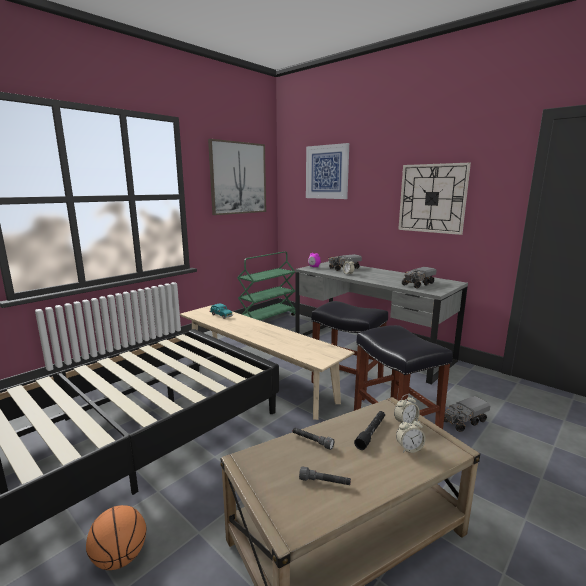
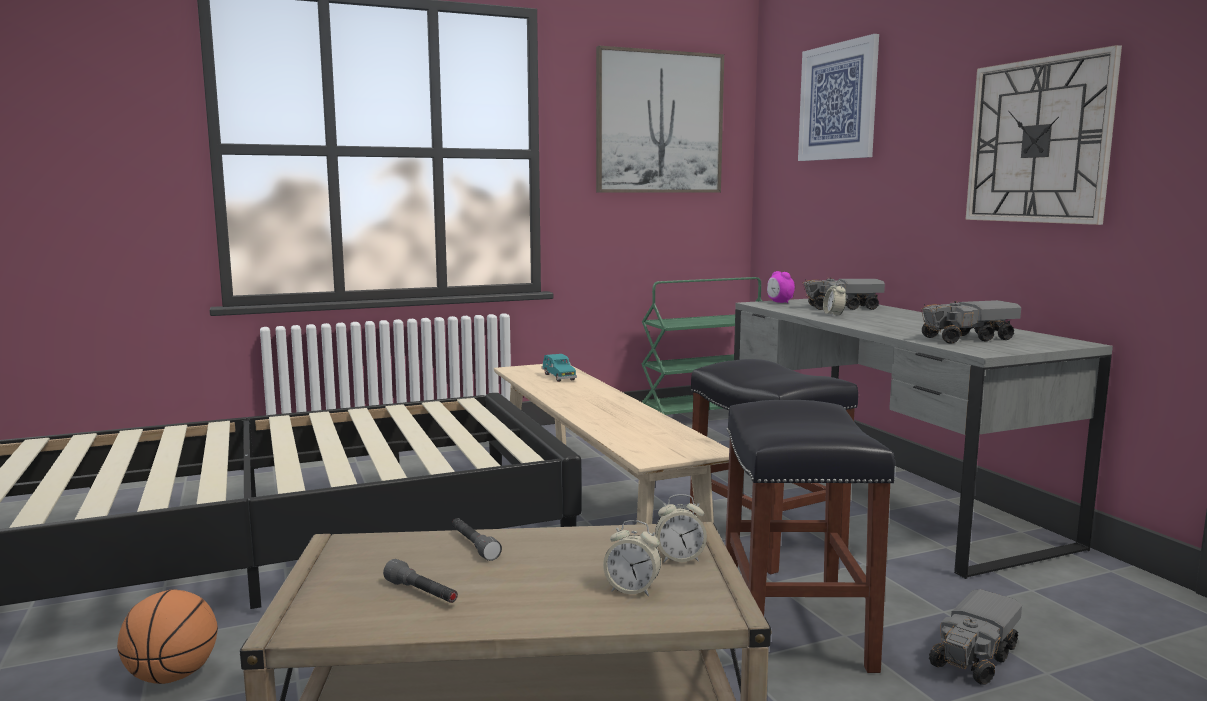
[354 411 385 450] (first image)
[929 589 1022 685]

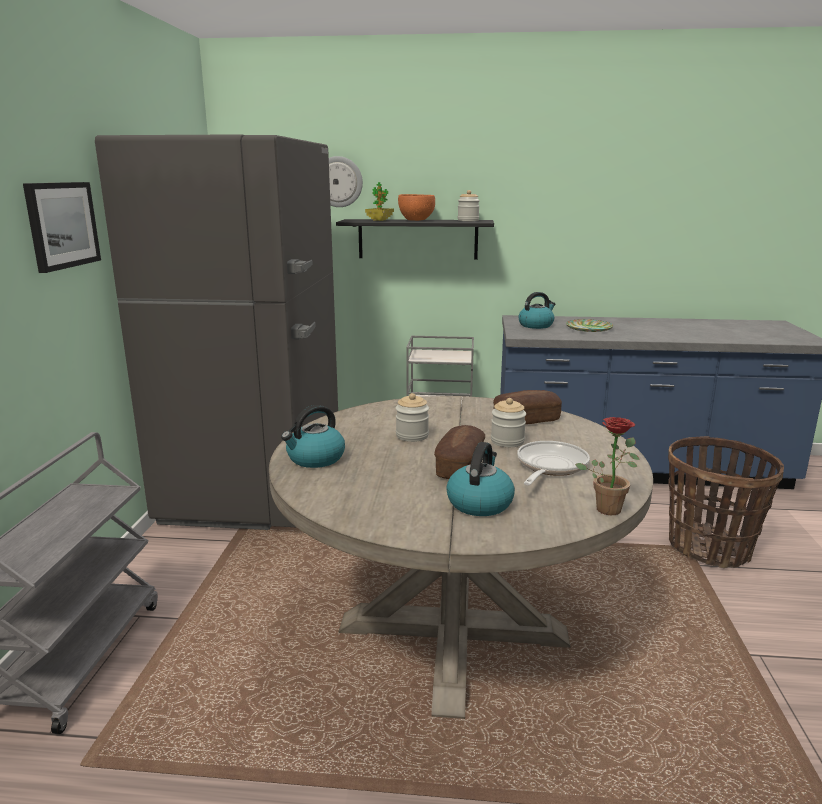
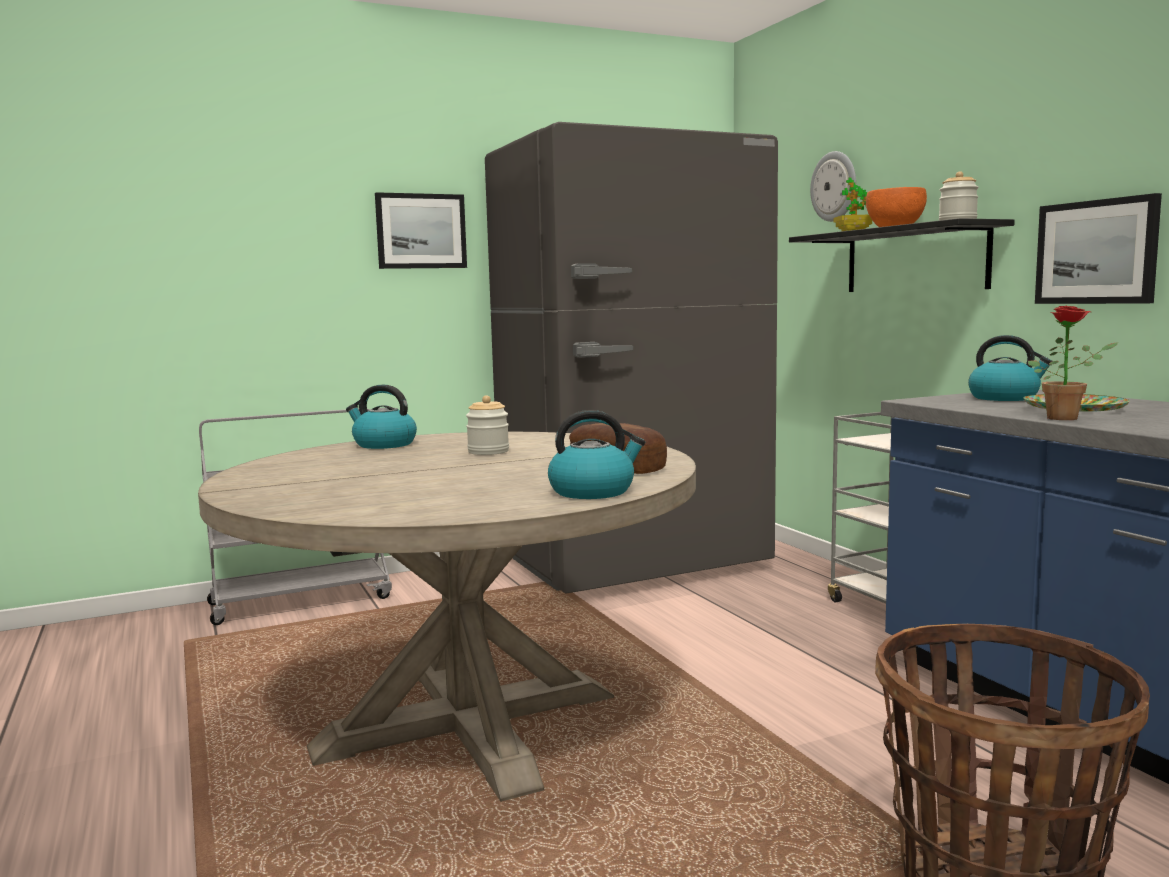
[434 425 485 479] (first image)
[548 410 645 499]
[491 398 526 447] (first image)
[517 441 590 486] (first image)
[1028 305 1118 420]
[1035 193 1162 304]

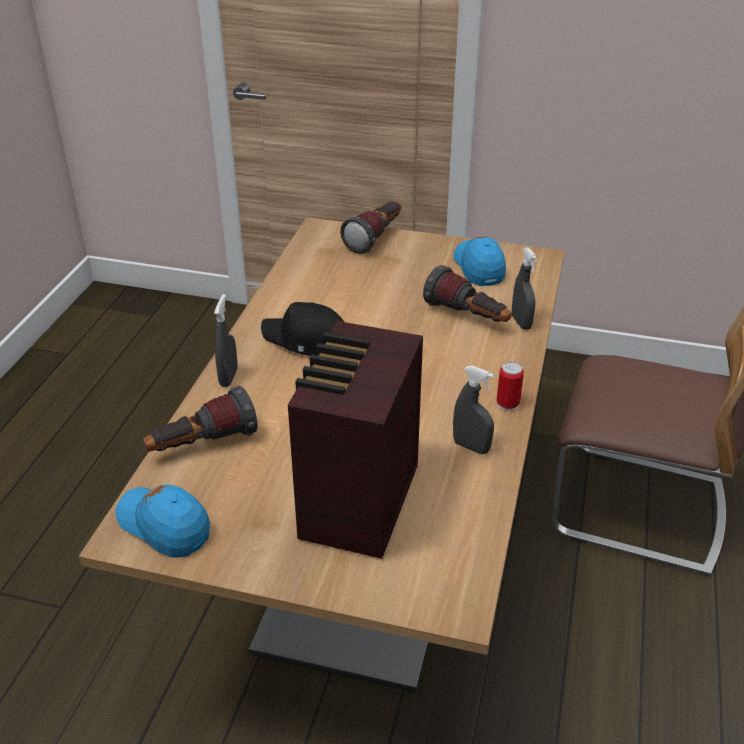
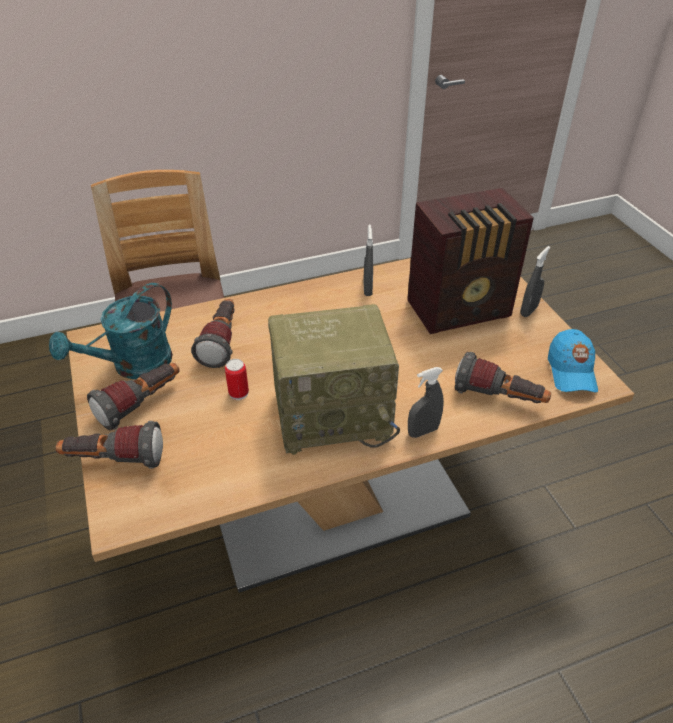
[268 304 400 455]
[49 283 173 379]
[225 359 249 400]
[520 246 550 317]
[87 363 179 431]

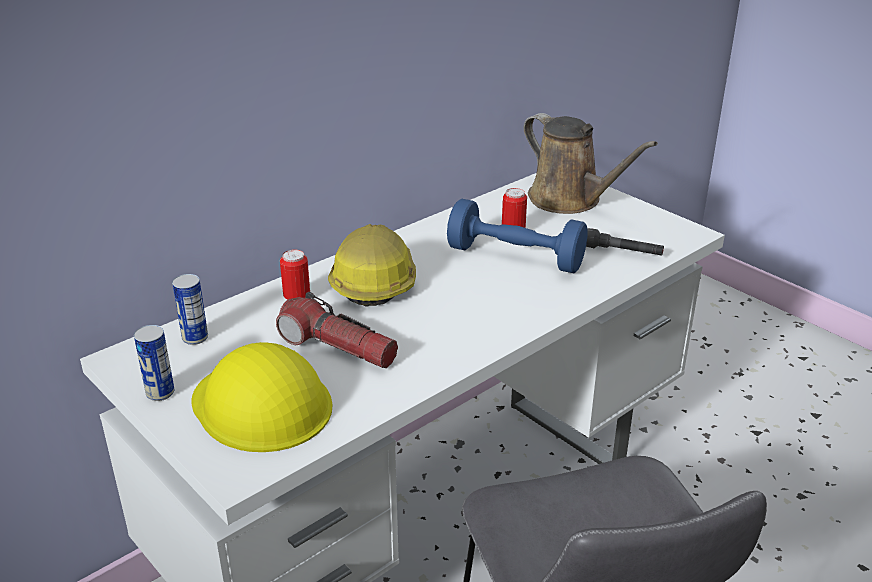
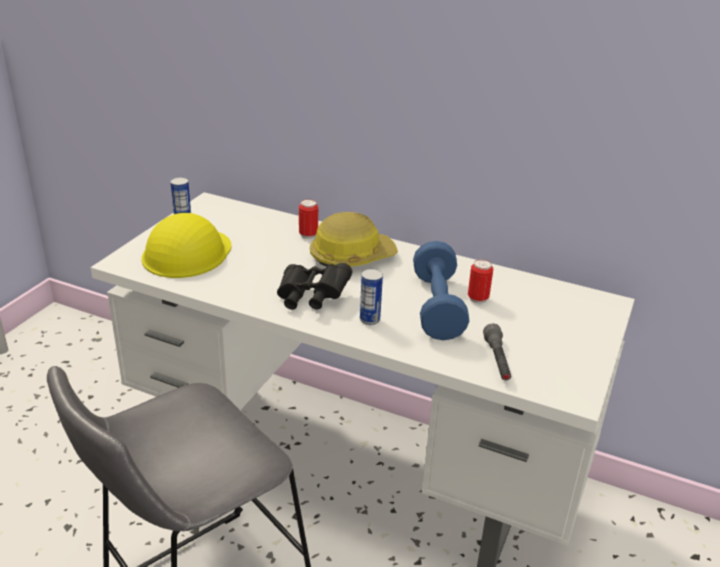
[360 269 383 325]
[276 292 398 368] (first image)
[523 113 658 214] (first image)
[277 263 352 310]

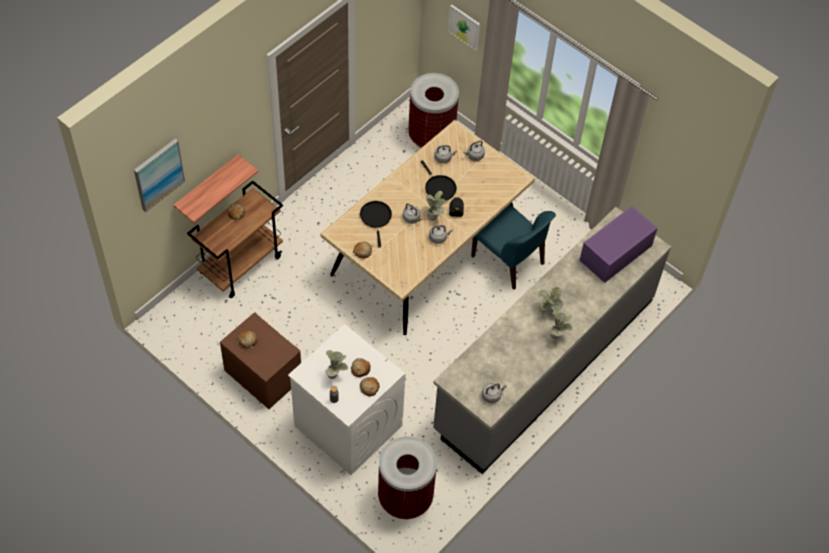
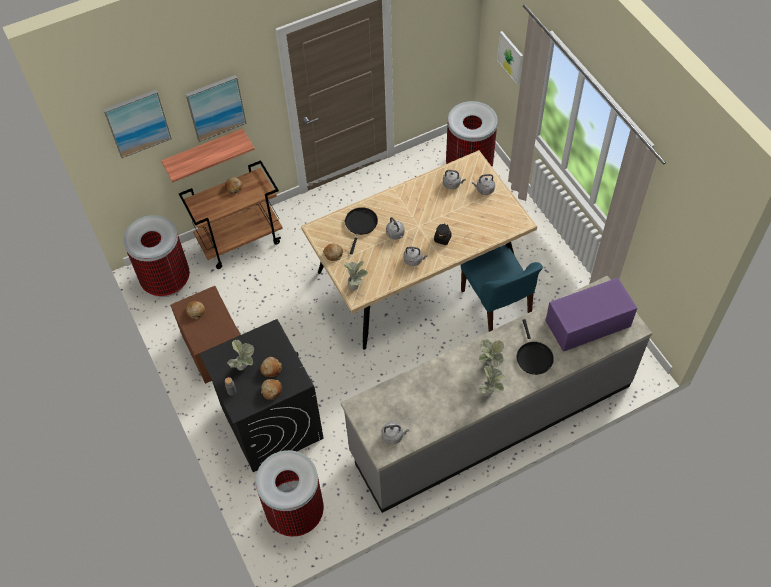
[199 319 324 472]
[517 319 554 375]
[344 261 368 290]
[123 215 190 297]
[186 75 247 142]

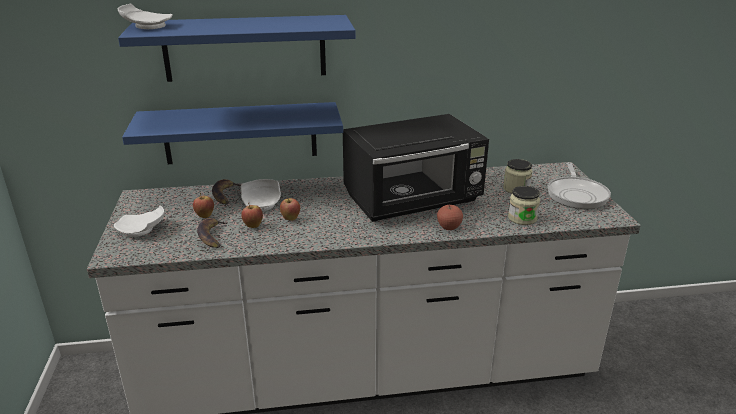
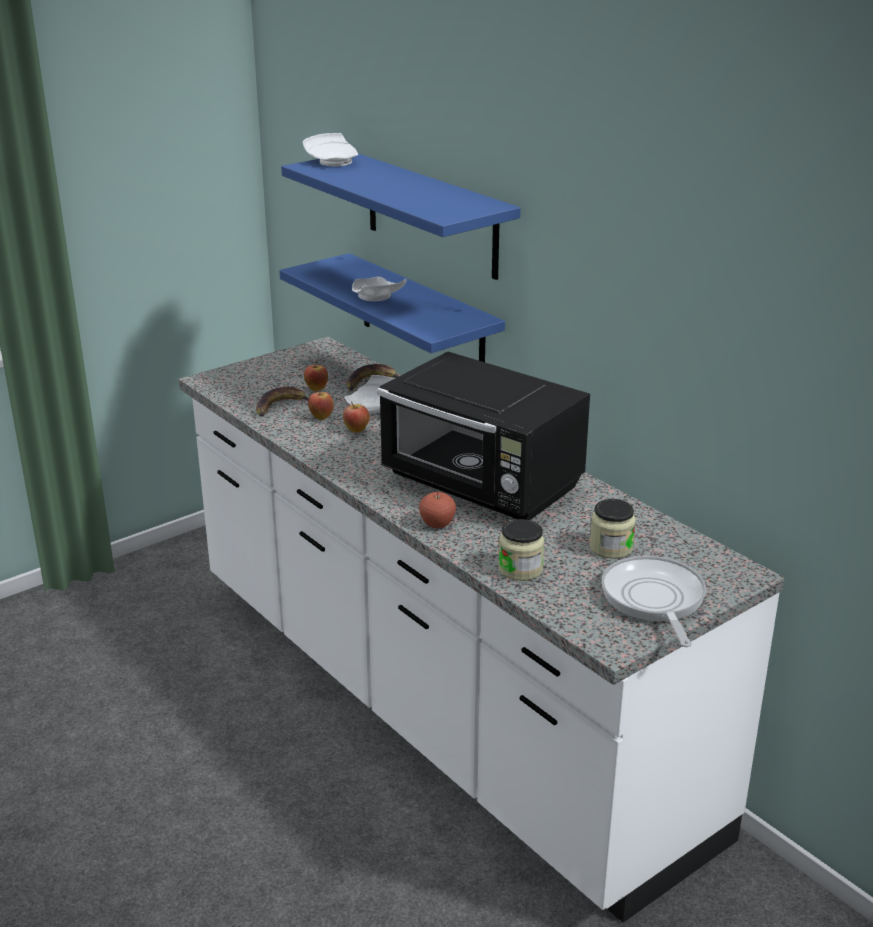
[352 277 407 301]
[602 556 706 647]

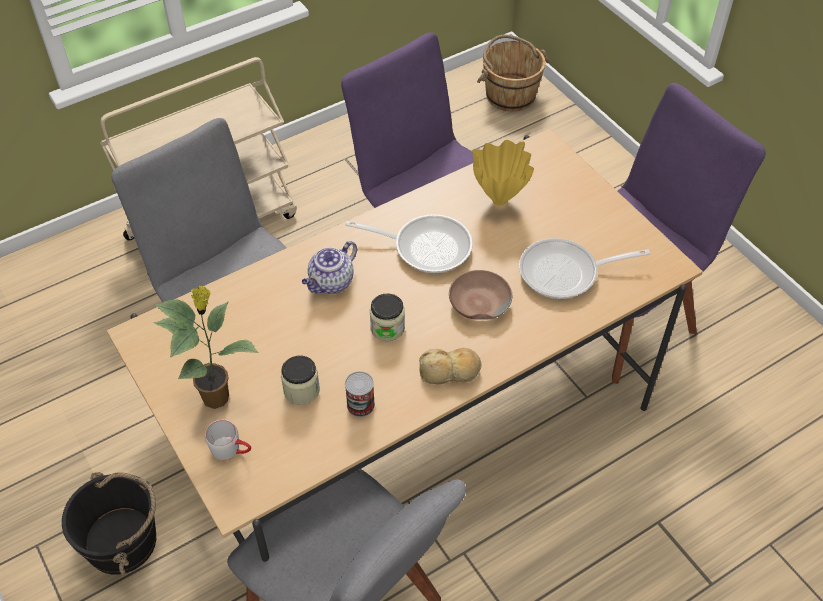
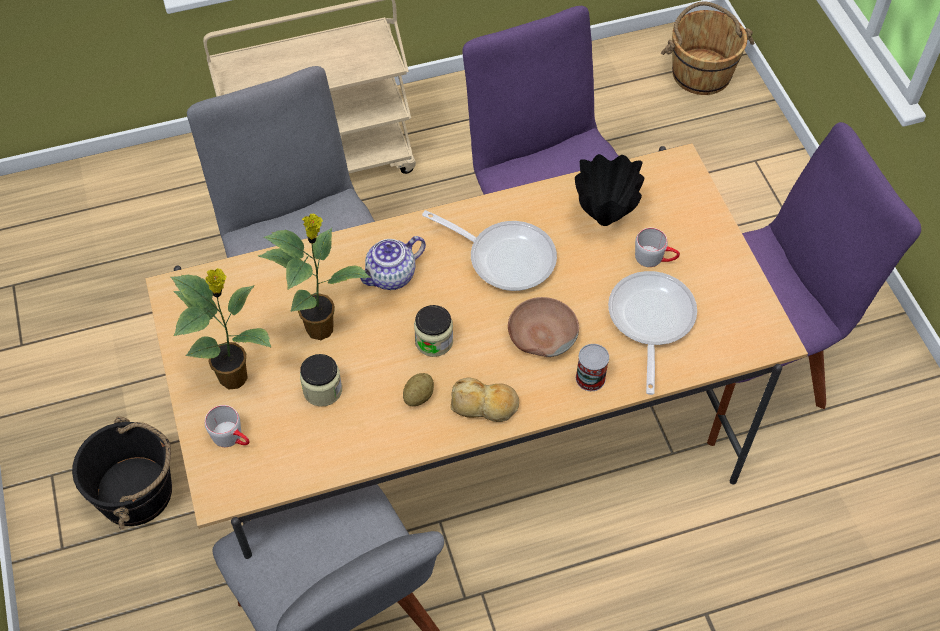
[576 344 609 391]
[575 154 644 226]
[608 271 697 395]
[258 213 371 340]
[403 373 434 406]
[635 228 680 267]

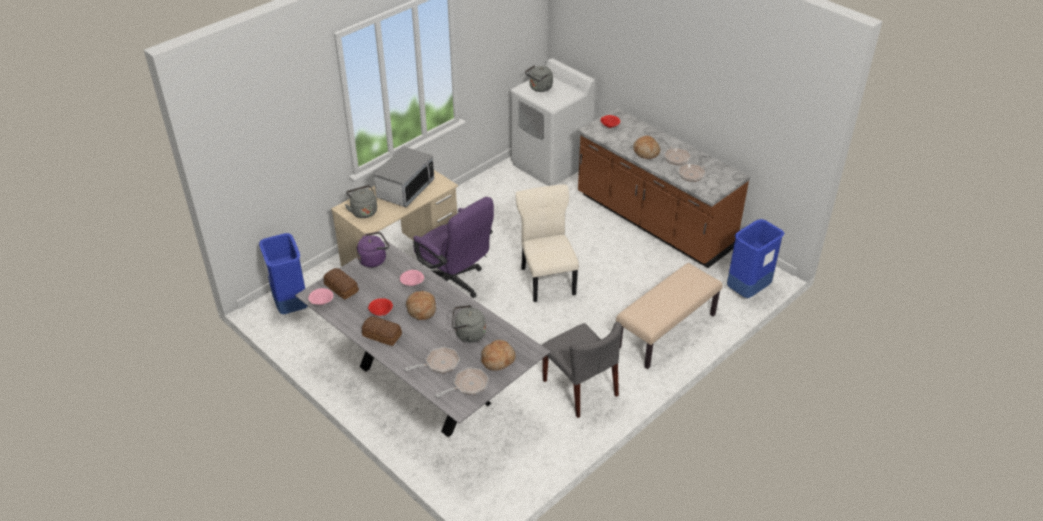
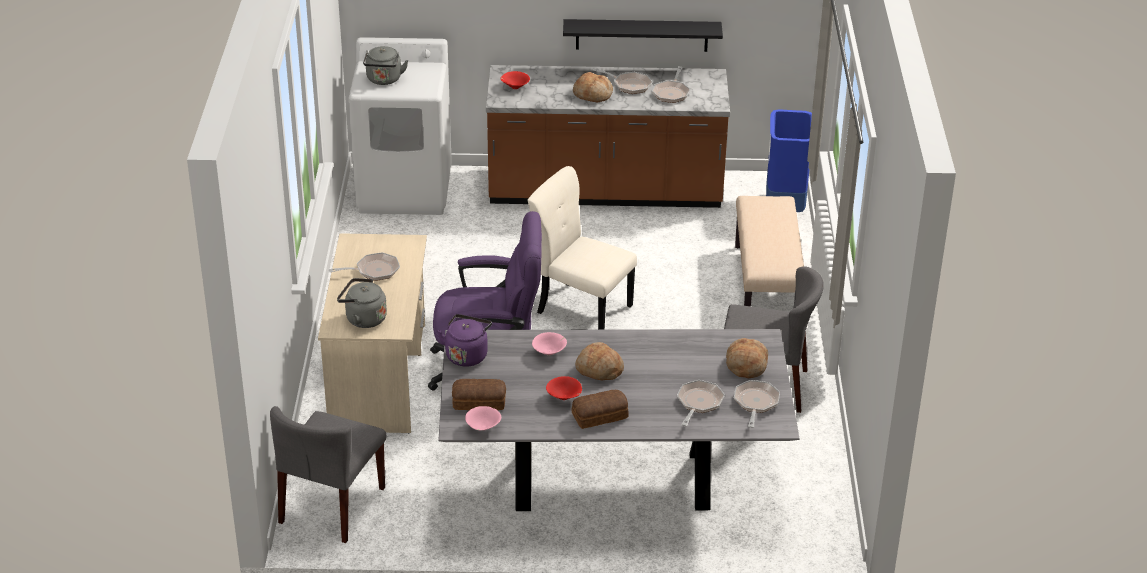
[270 406 386 543]
[329 252 400 281]
[452 305 486 343] (first image)
[563 19 723 52]

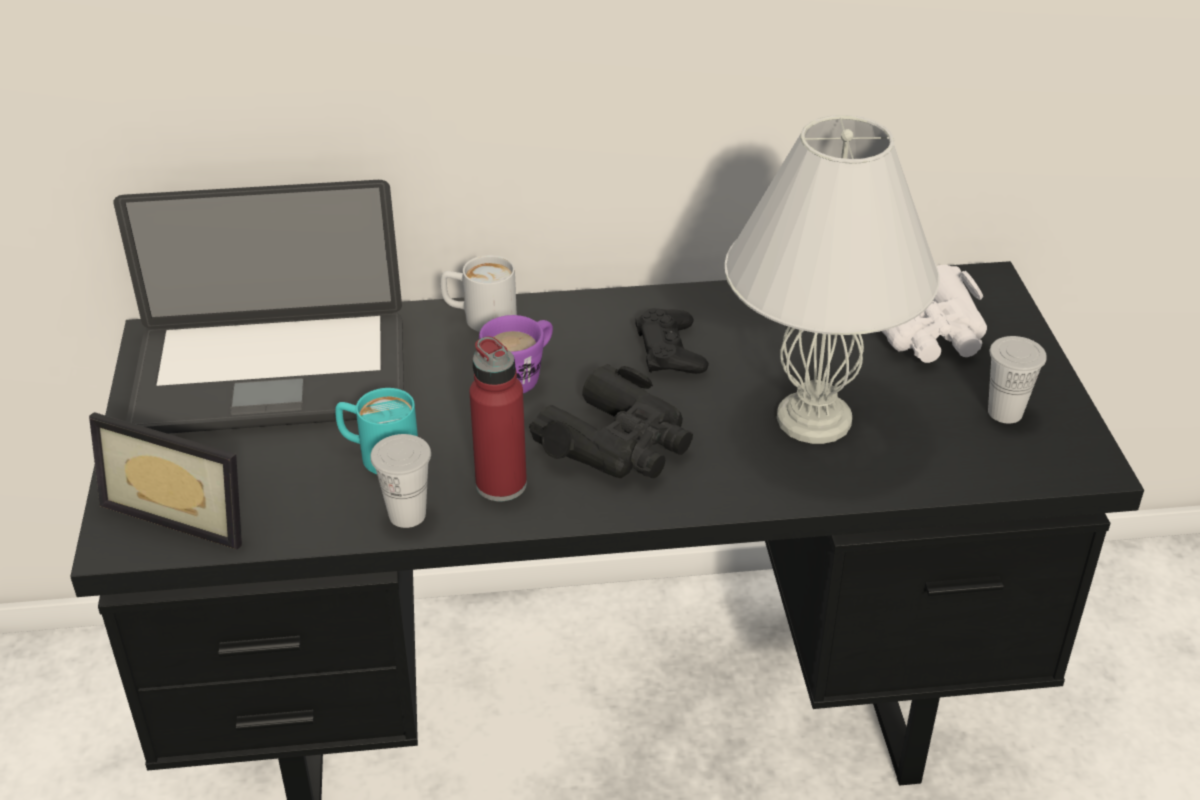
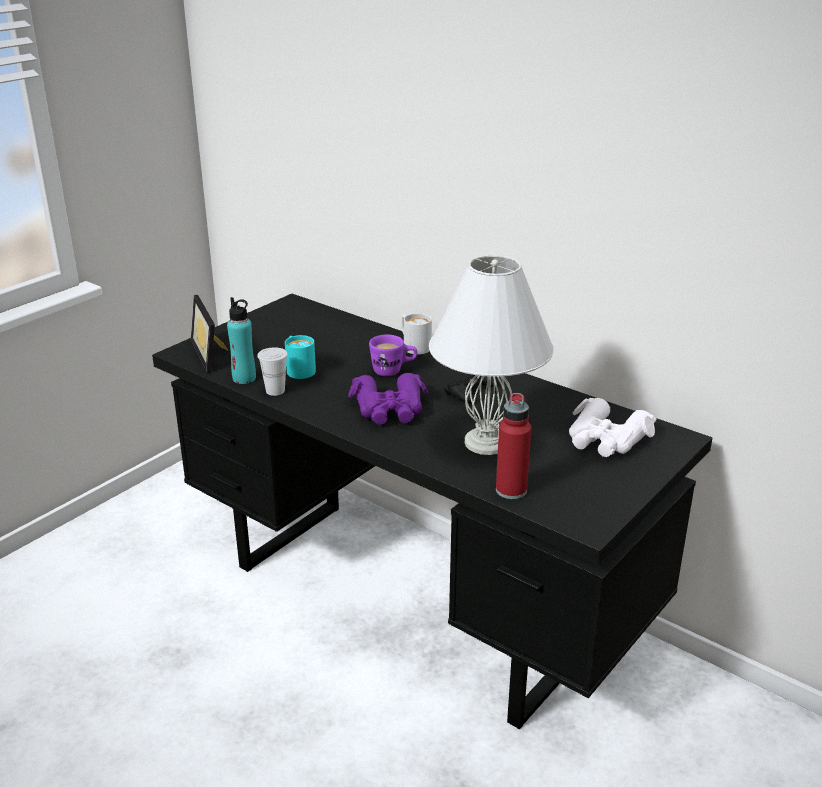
[113 180 404 434] (first image)
[496 393 531 499]
[348 373 428 425]
[988 336 1047 424] (first image)
[227 297 256 384]

